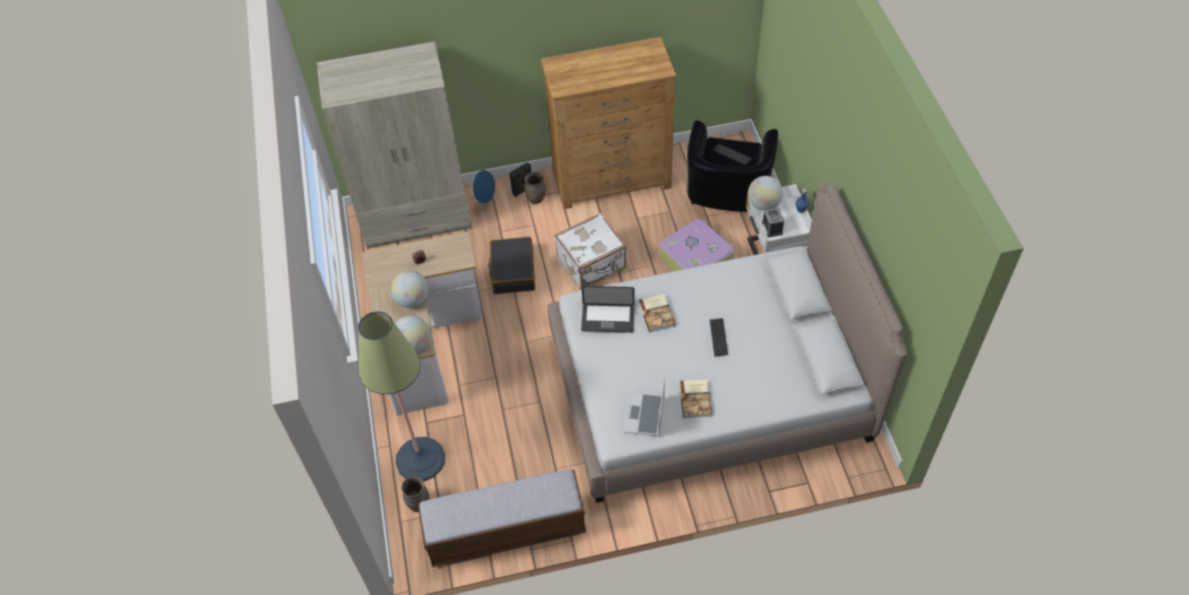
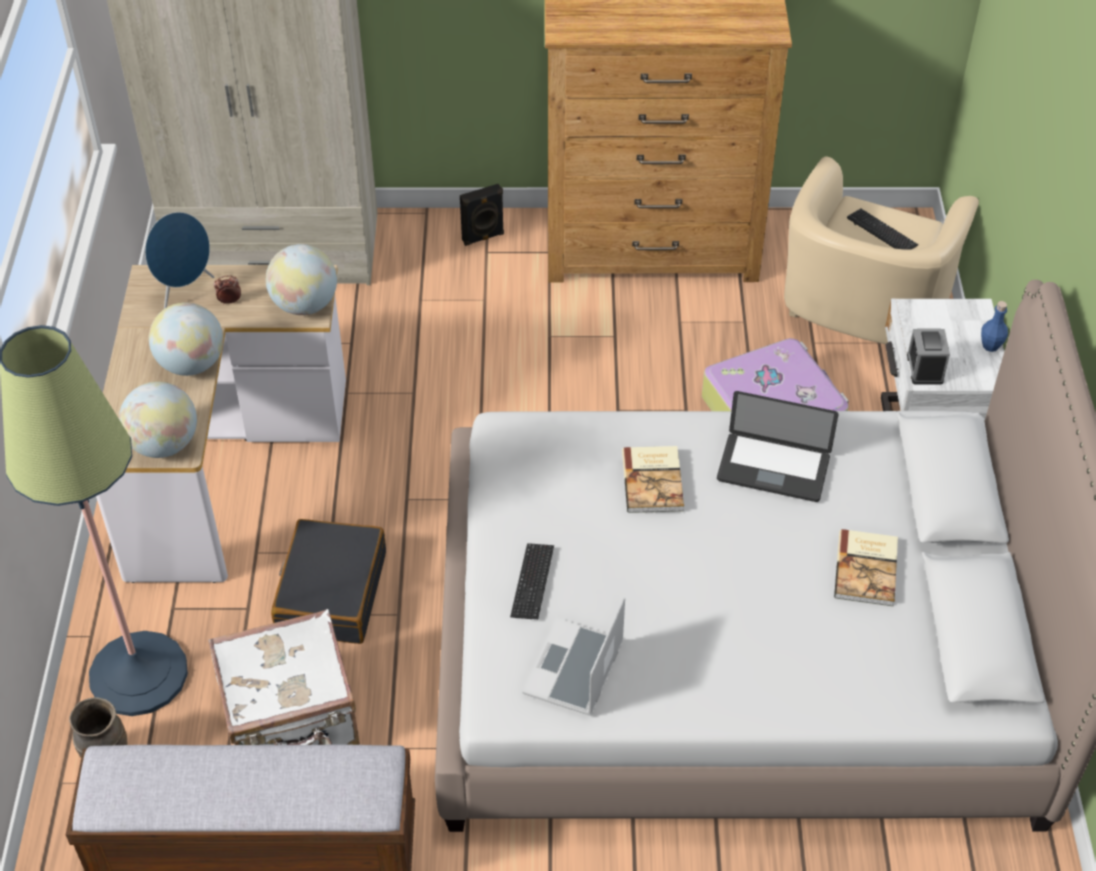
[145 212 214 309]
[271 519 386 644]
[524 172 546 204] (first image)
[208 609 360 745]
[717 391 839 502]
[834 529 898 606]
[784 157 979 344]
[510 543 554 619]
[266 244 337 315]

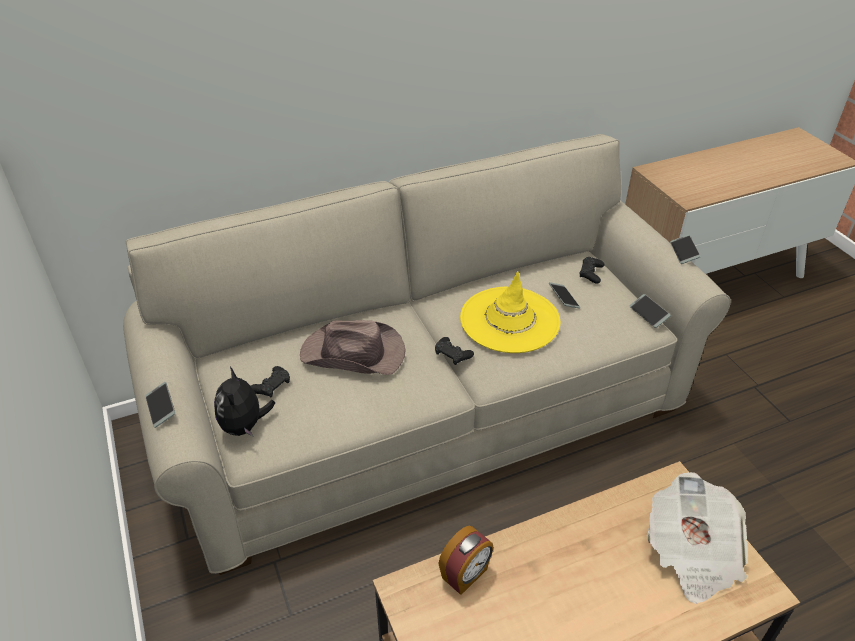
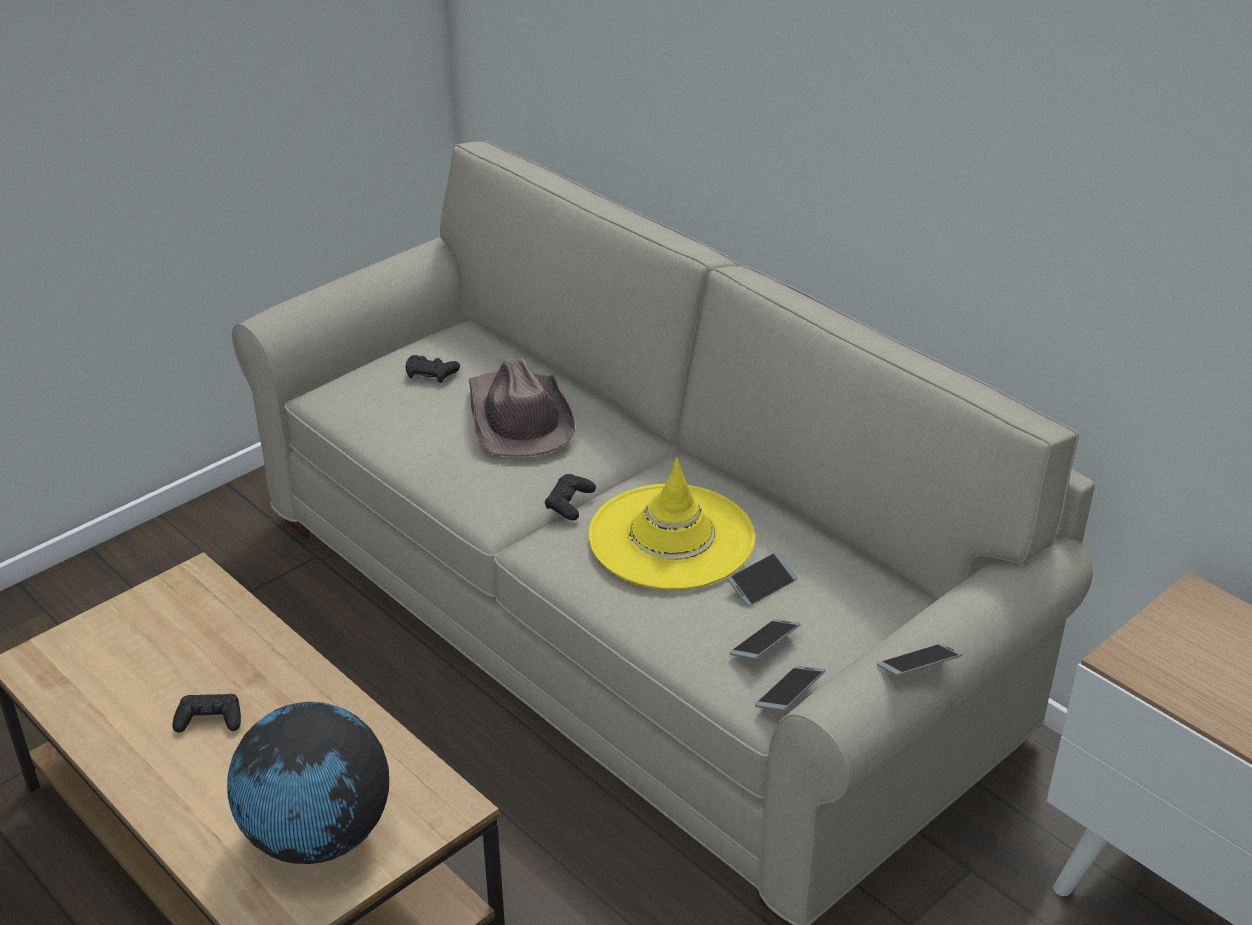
[729 619 801 659]
[214 367 275 437] (first image)
[438 525 494 595] (first image)
[173 694 241 733]
[227 702 389 864]

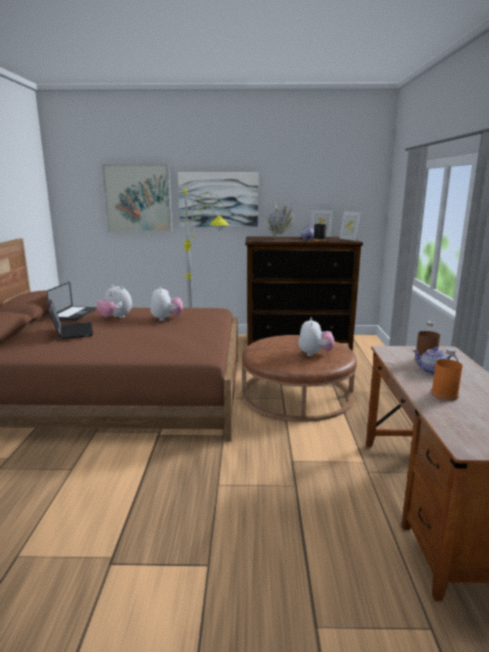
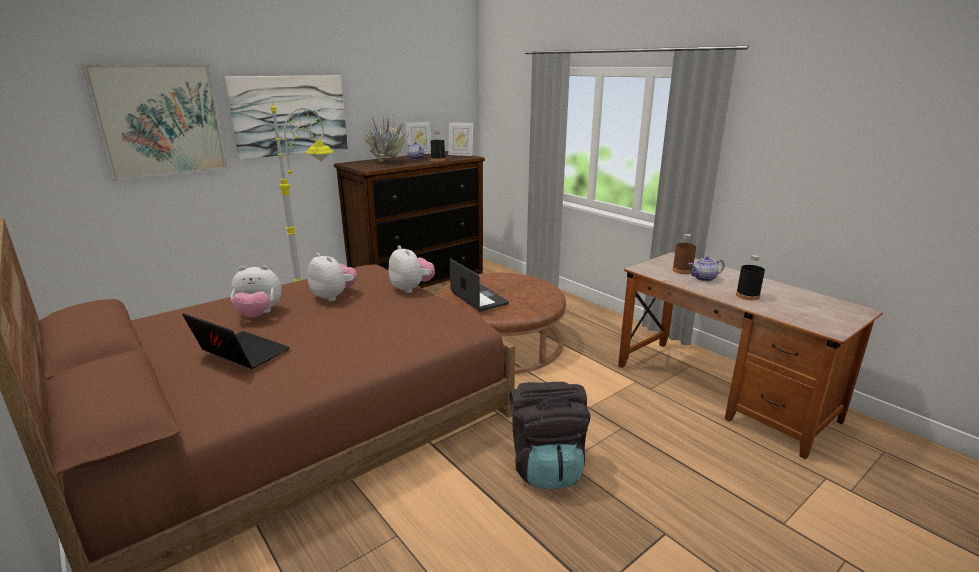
[450 258 509 311]
[388 245 435 293]
[736 255 765 300]
[510 382 591 489]

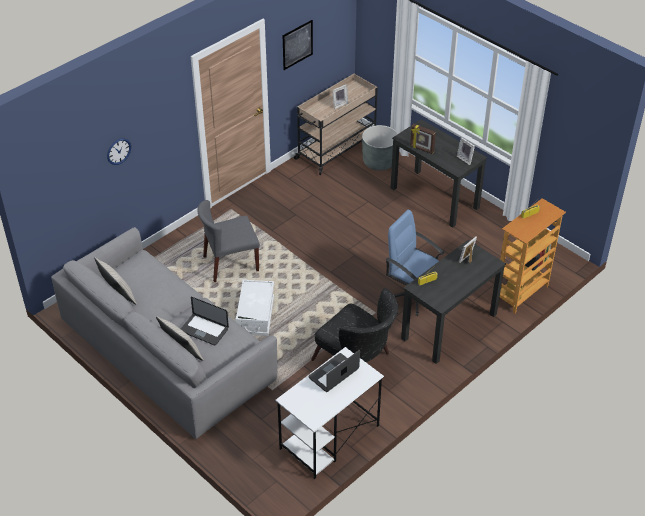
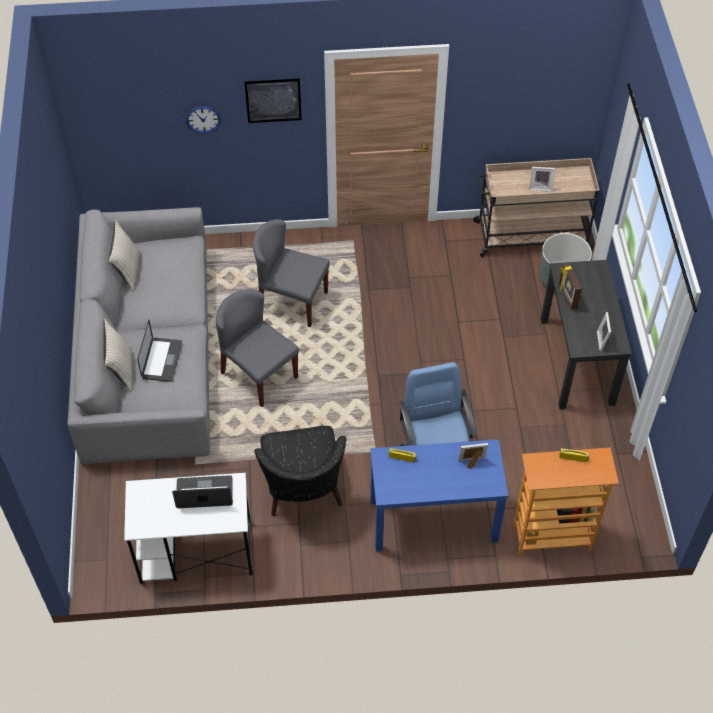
[137 320 182 382]
[216 289 299 407]
[244 79 302 123]
[370 439 508 552]

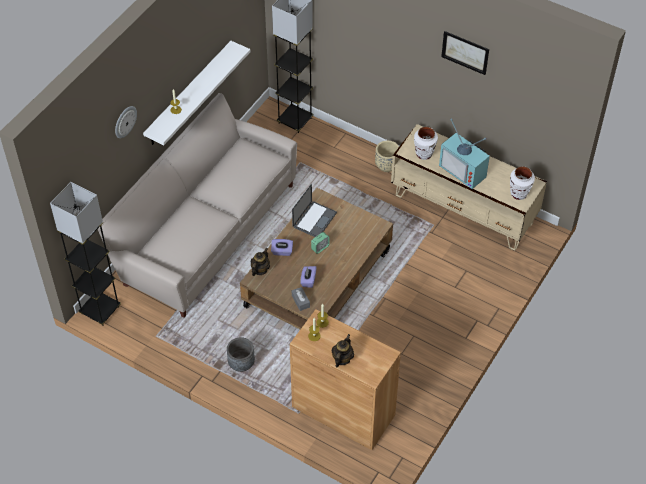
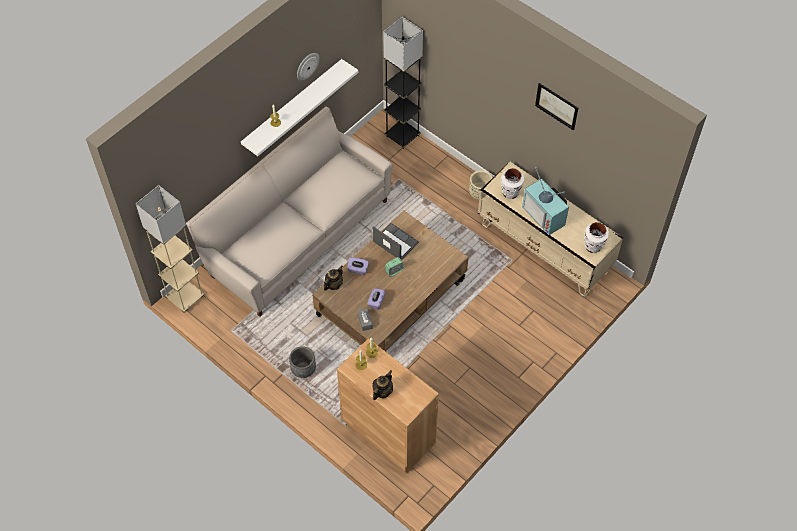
[136 185 205 313]
[297 53 319 81]
[373 223 419 260]

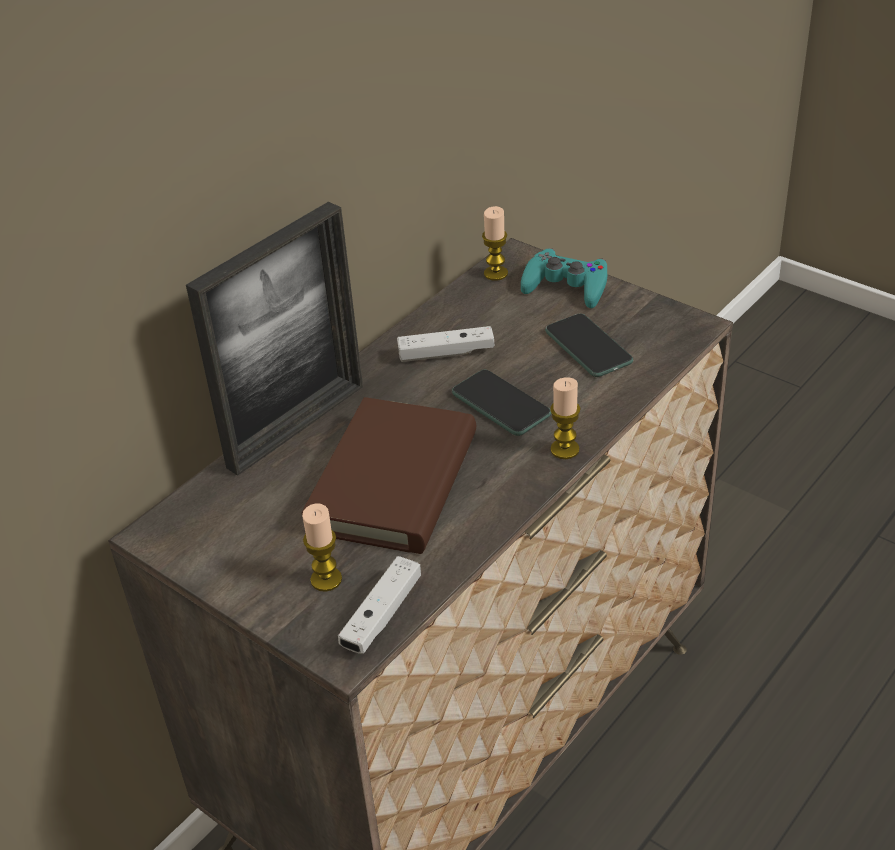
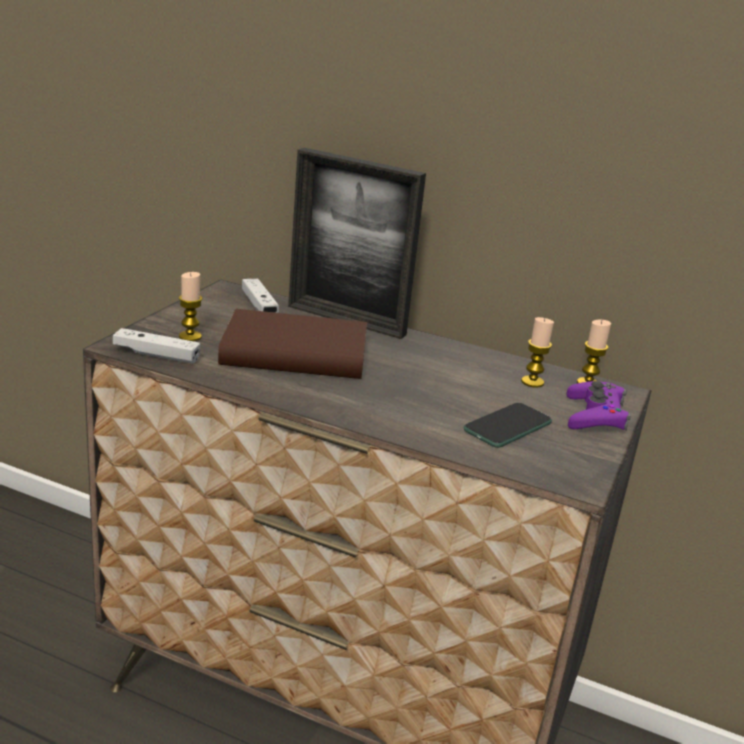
[242 278 279 313]
[452 370 552 436] (first image)
[567 381 631 431]
[521 317 554 388]

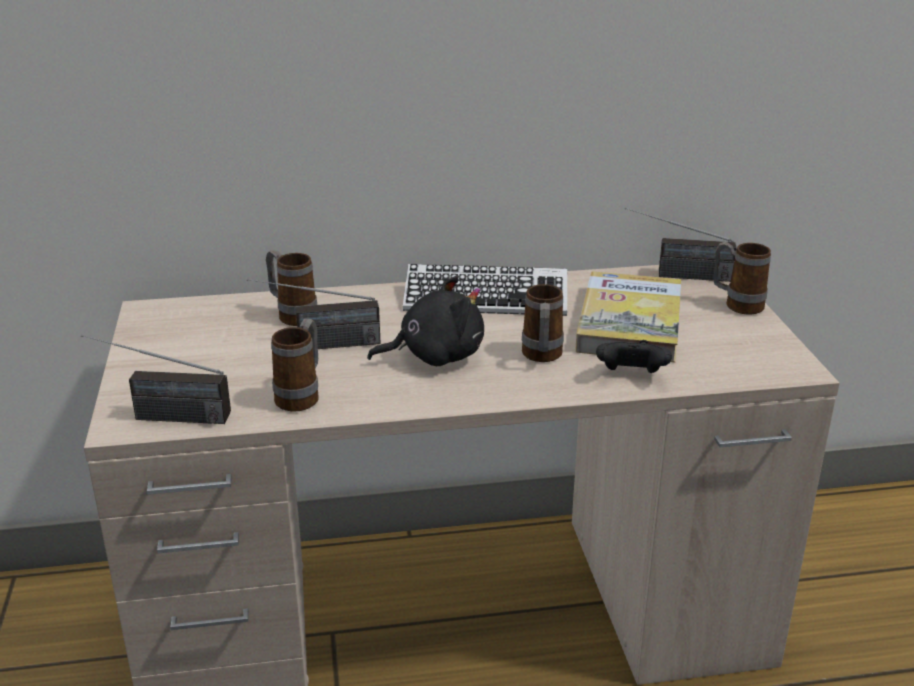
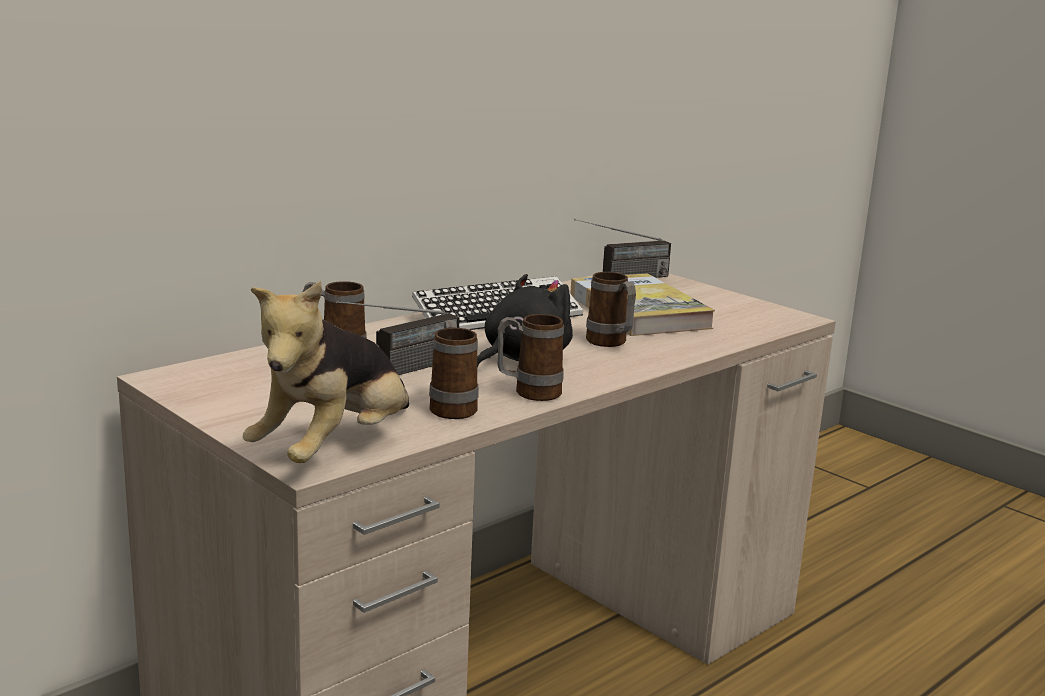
[243 281 409 463]
[596 340 672 373] (first image)
[498 314 564 401]

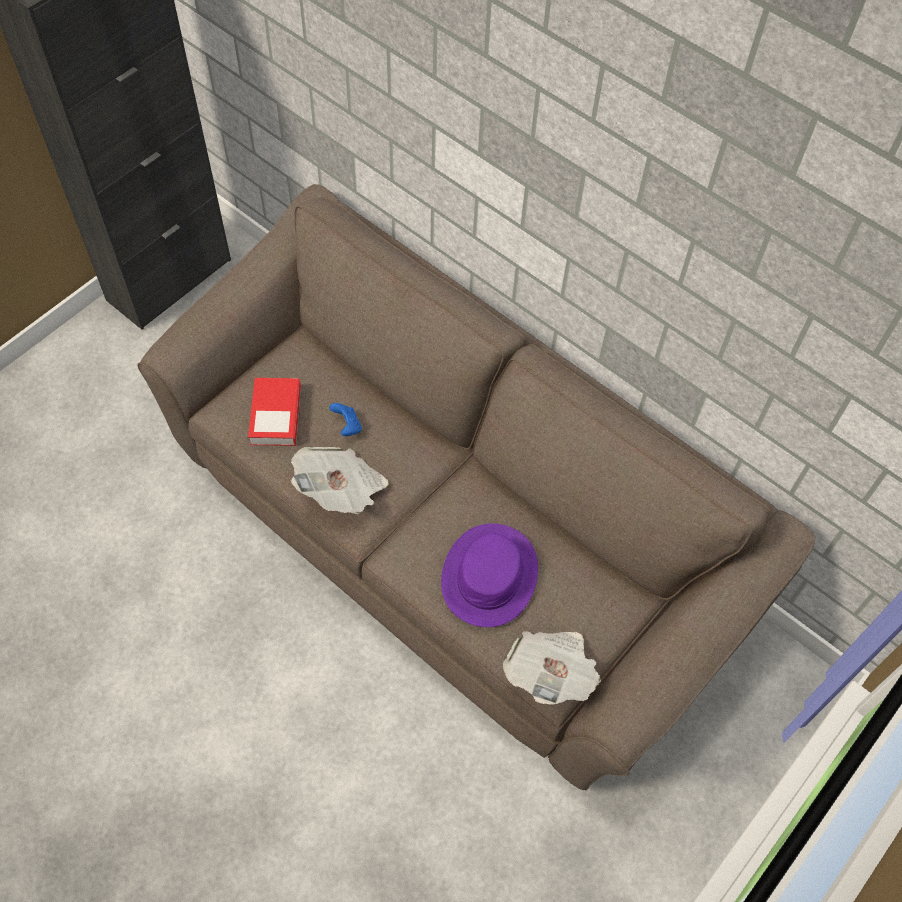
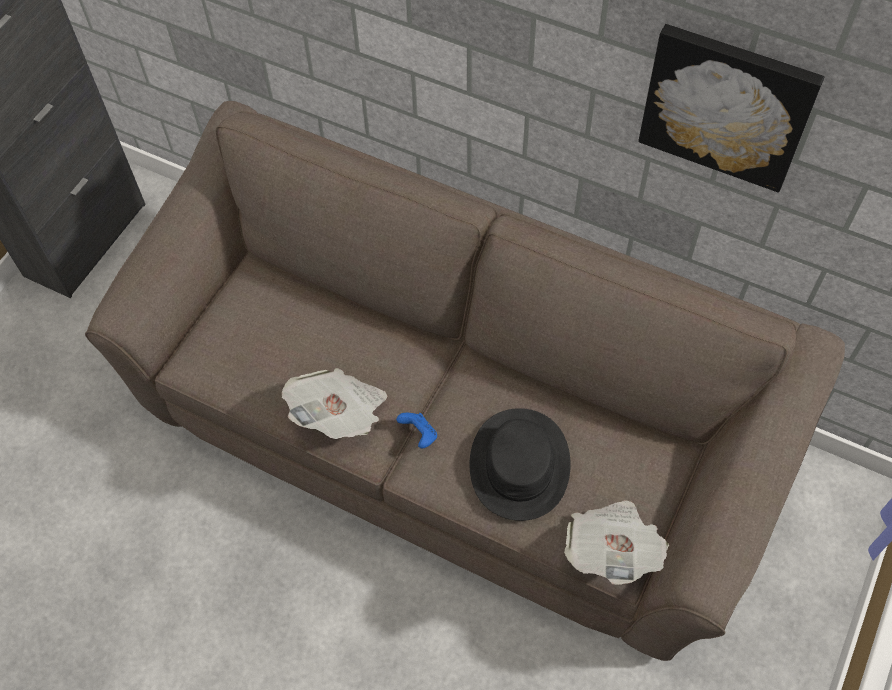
[248 378 301 446] (first image)
[396 413 437 448]
[470 408 571 521]
[639 24 824 193]

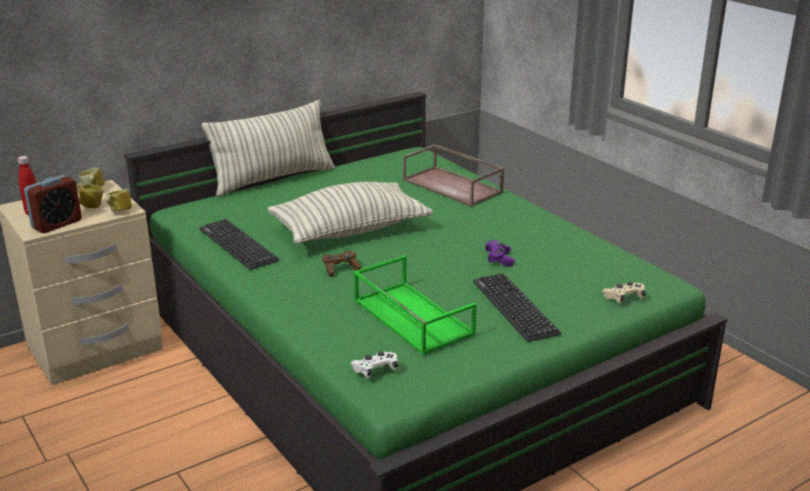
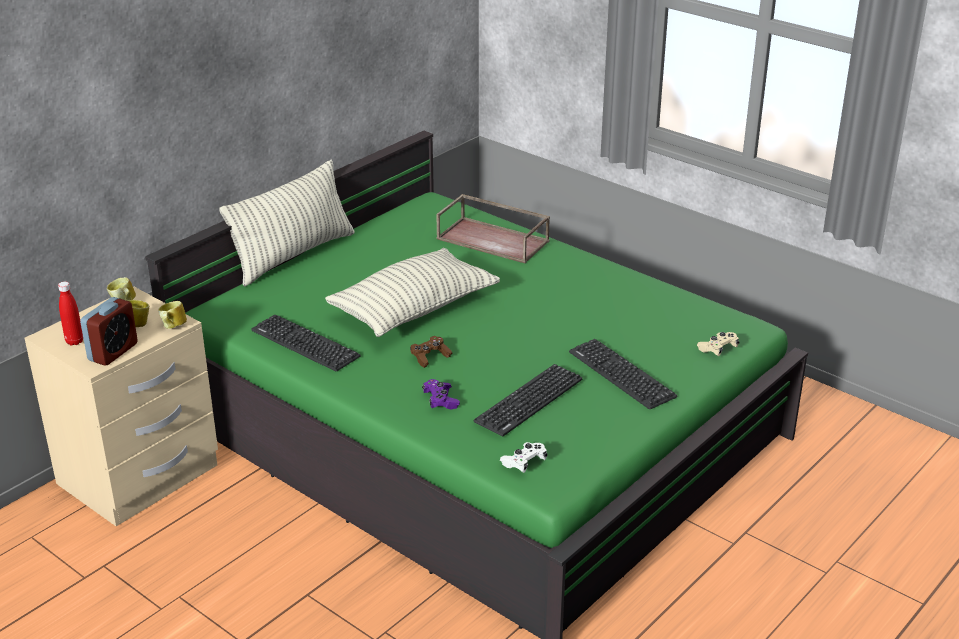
[474 364 582 436]
[422 379 460 409]

